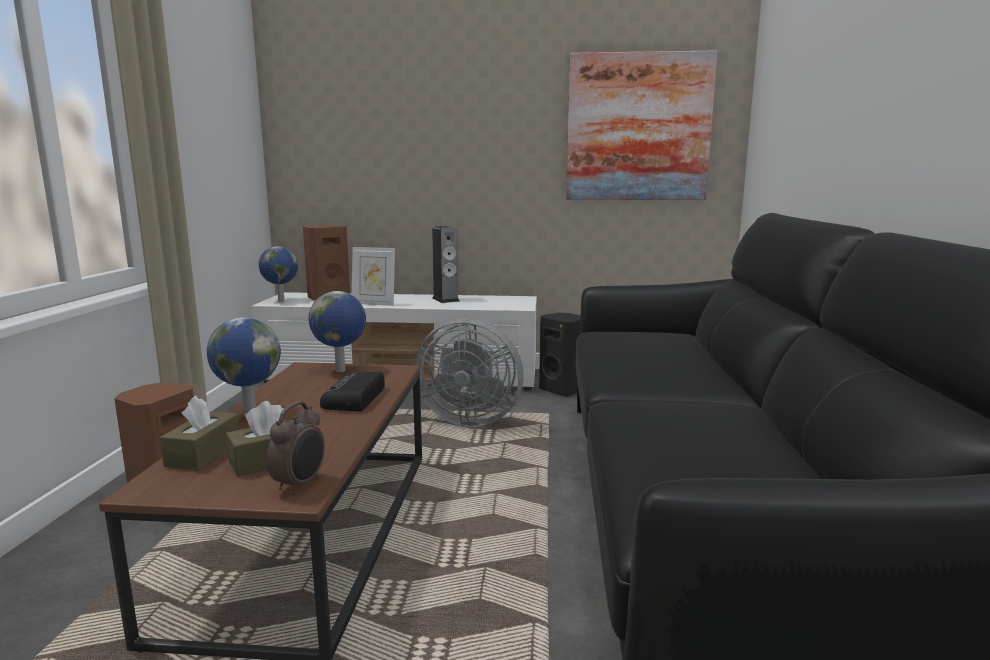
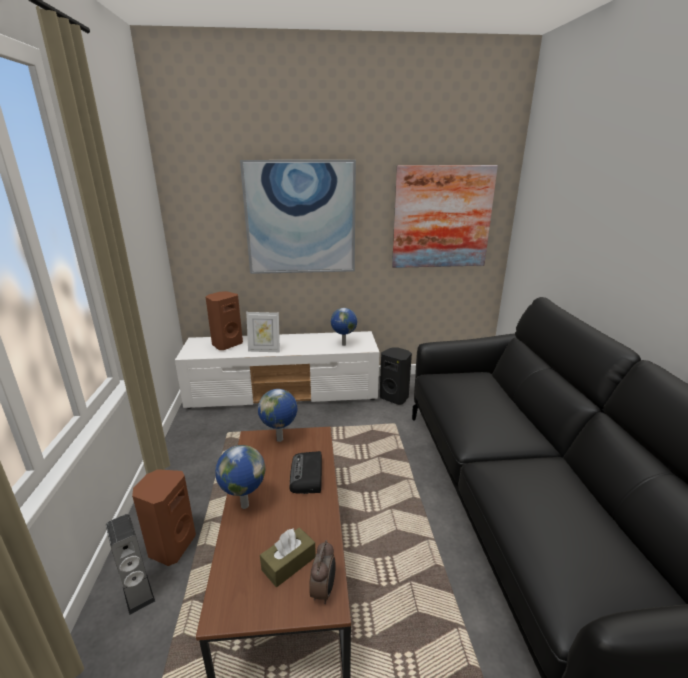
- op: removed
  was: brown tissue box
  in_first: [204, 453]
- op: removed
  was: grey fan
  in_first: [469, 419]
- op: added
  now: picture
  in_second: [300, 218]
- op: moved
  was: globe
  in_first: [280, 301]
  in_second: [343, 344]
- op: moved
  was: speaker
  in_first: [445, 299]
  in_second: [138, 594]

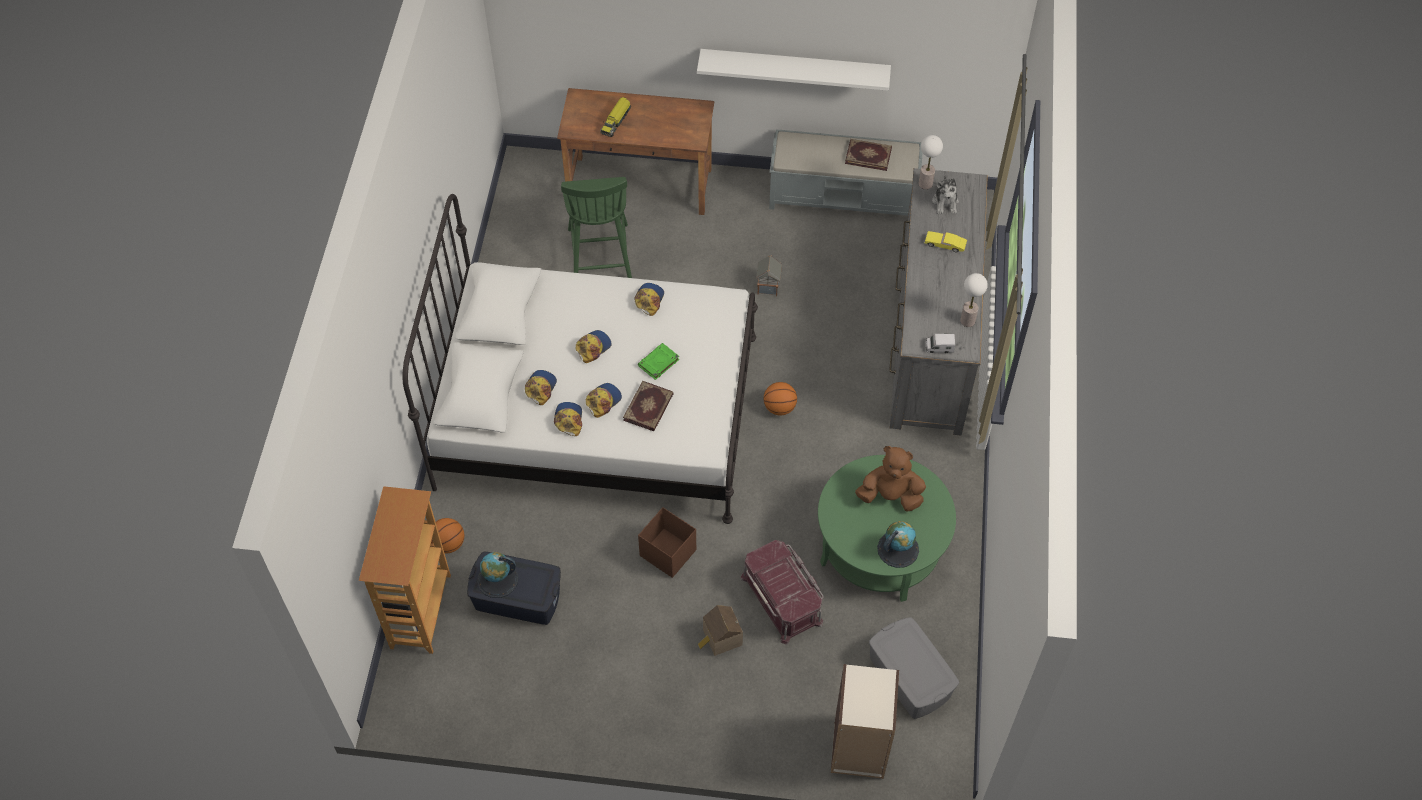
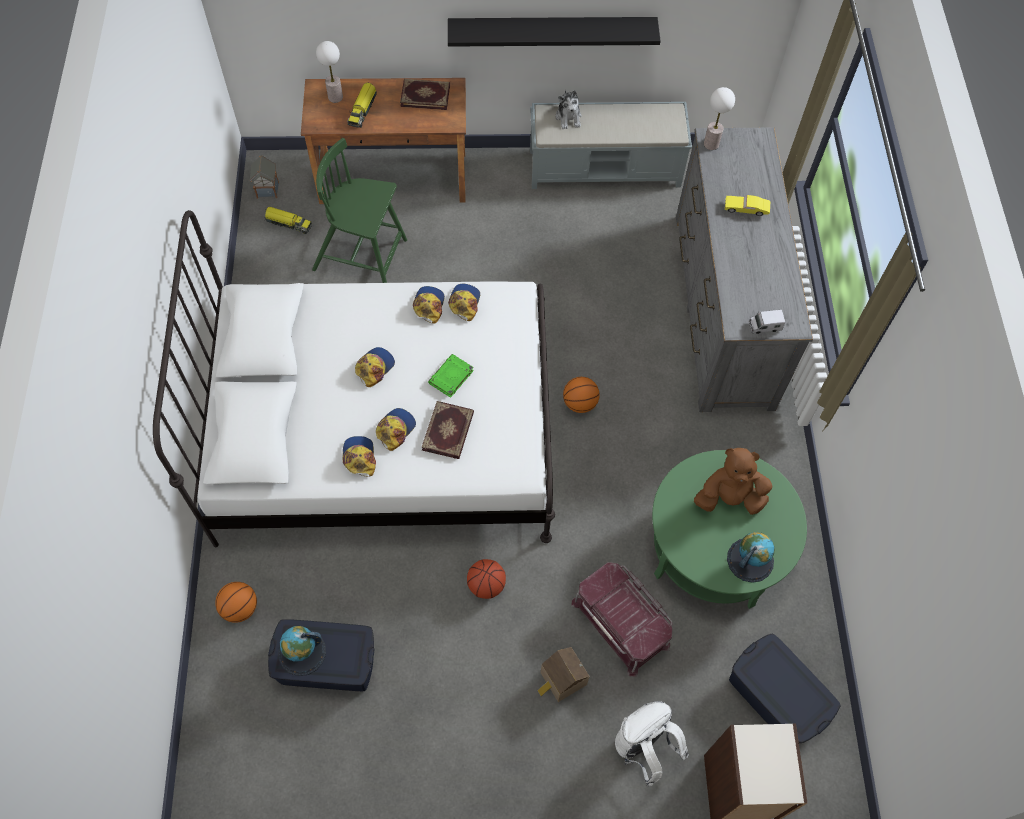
- op: removed
  was: bookcase
  in_first: [419, 611]
- op: added
  now: toy truck
  in_second: [288, 223]
- op: added
  now: white backpack
  in_second: [644, 748]
- op: moved
  was: cap
  in_first: [540, 388]
  in_second: [464, 303]
- op: moved
  was: toy house
  in_first: [768, 286]
  in_second: [267, 189]
- op: moved
  was: book
  in_first: [868, 155]
  in_second: [425, 95]
- op: moved
  was: plush toy
  in_first: [945, 202]
  in_second: [568, 117]
- op: moved
  was: table lamp
  in_first: [967, 321]
  in_second: [335, 97]
- op: replaced
  was: brown storage box
  now: basketball
  in_first: [667, 552]
  in_second: [486, 585]
- op: recoloured
  was: white shelf
  now: black shelf
  in_first: [794, 68]
  in_second: [552, 31]
- op: recoloured
  was: grey storage box
  now: blue storage box
  in_first: [909, 678]
  in_second: [775, 698]
- op: turned
  was: green chair
  in_first: [600, 253]
  in_second: [362, 255]
  clockwise: 120

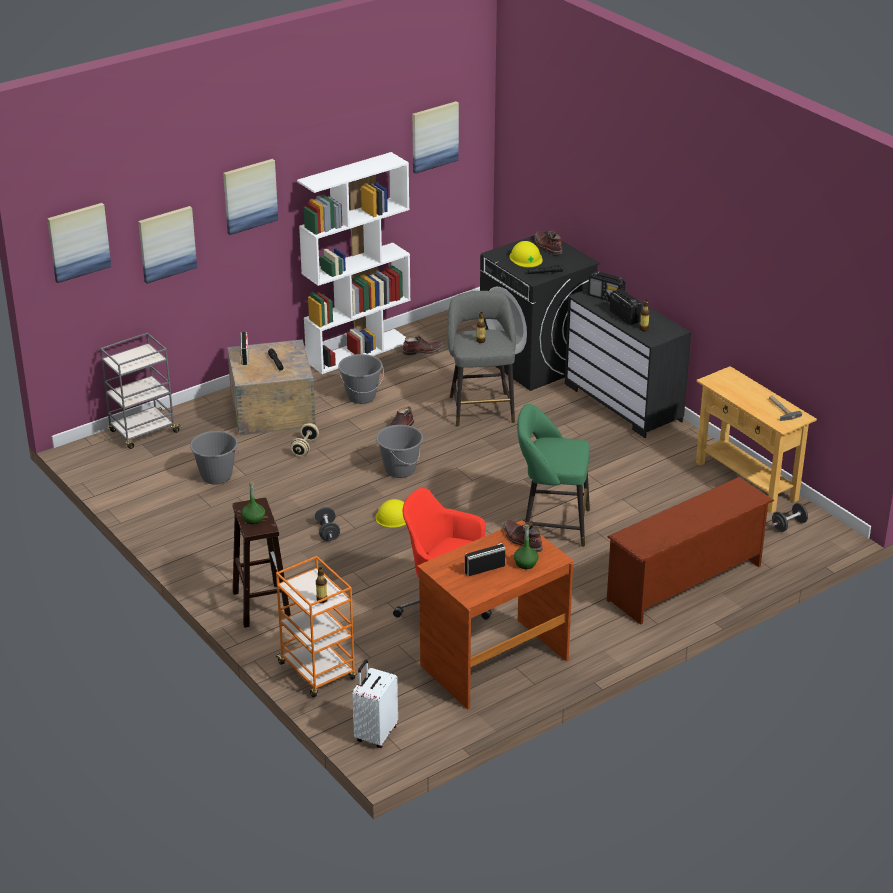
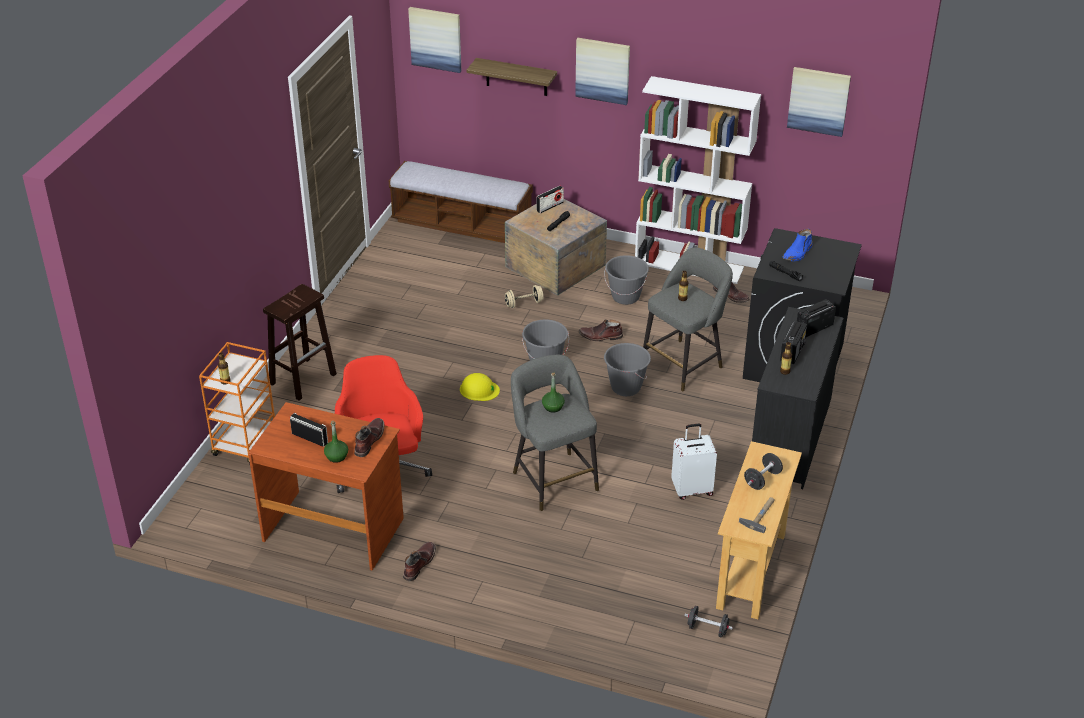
- op: removed
  was: brown shoe rack
  in_first: [686, 583]
- op: moved
  was: grey bucket
  in_first: [216, 476]
  in_second: [625, 387]
- op: moved
  was: green bottle
  in_first: [253, 519]
  in_second: [553, 407]
- op: moved
  was: black dumbbell
  in_first: [327, 532]
  in_second: [762, 479]
- op: moved
  was: white suitcase
  in_first: [375, 734]
  in_second: [692, 489]
- op: moved
  was: brown boot
  in_first: [547, 246]
  in_second: [419, 564]
- op: replaced
  was: grey cart
  now: bench
  in_first: [143, 432]
  in_second: [462, 224]
- op: replaced
  was: picture
  now: shelf
  in_first: [167, 244]
  in_second: [516, 77]
- op: replaced
  was: yellow hard hat
  now: blue boot
  in_first: [526, 258]
  in_second: [797, 253]
- op: recoloured
  was: green stool
  now: grey stool
  in_first: [551, 525]
  in_second: [553, 478]
- op: turned
  was: radio
  in_first: [606, 297]
  in_second: [814, 328]
  clockwise: 60

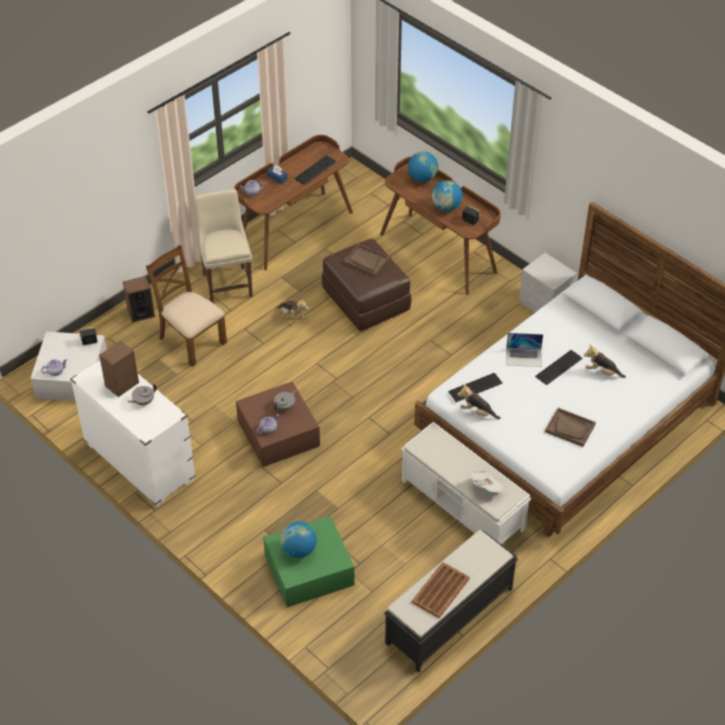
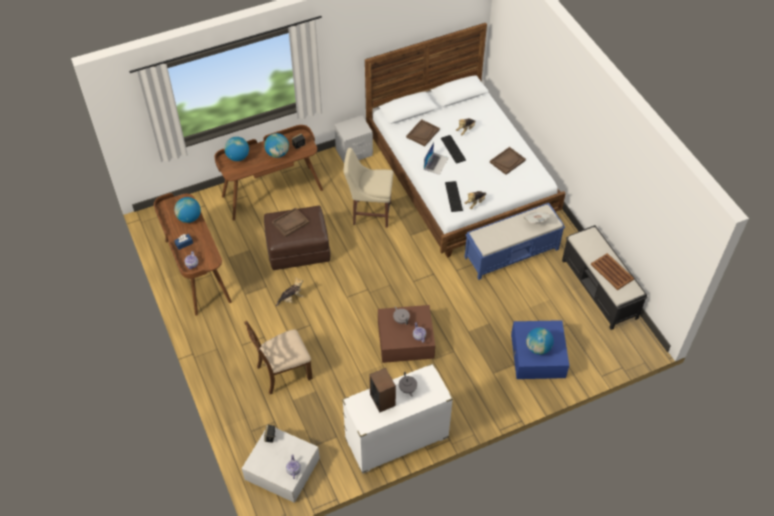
- op: removed
  was: speaker
  in_first: [141, 313]
- op: added
  now: brown tray
  in_second: [423, 133]
- op: moved
  was: beige chair
  in_first: [227, 283]
  in_second: [369, 213]
- op: replaced
  was: keyboard
  now: globe
  in_first: [314, 170]
  in_second: [189, 218]
- op: recoloured
  was: green storage box
  now: blue storage box
  in_first: [309, 570]
  in_second: [538, 355]
- op: recoloured
  was: white bench
  now: blue bench
  in_first: [463, 505]
  in_second: [512, 253]

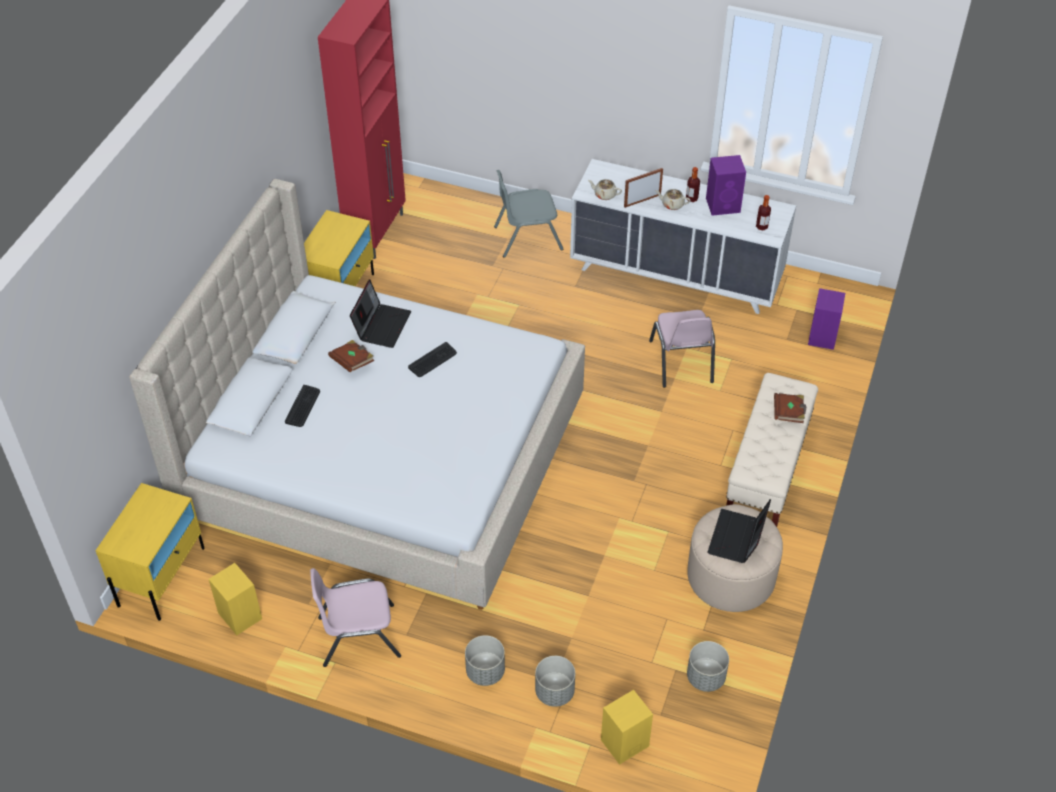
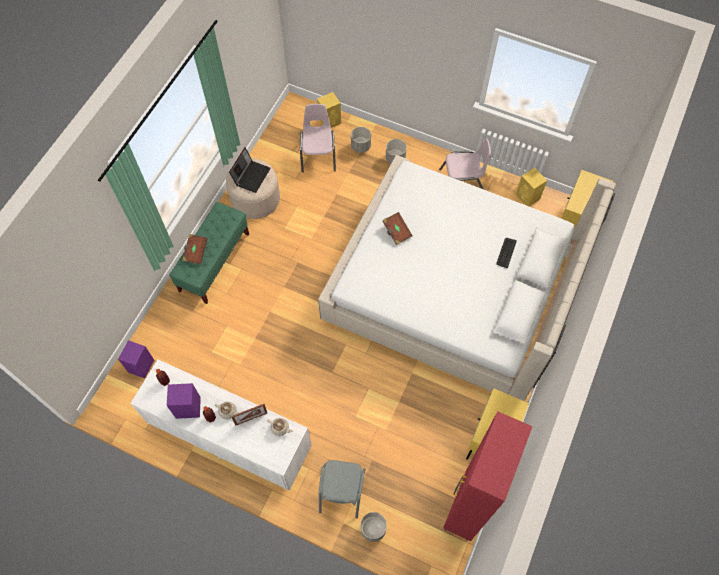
- op: removed
  was: laptop
  in_first: [382, 325]
- op: removed
  was: keyboard
  in_first: [433, 360]
- op: moved
  was: brown book
  in_first: [352, 362]
  in_second: [396, 232]
- op: moved
  was: pink chair
  in_first: [681, 362]
  in_second: [318, 155]
- op: moved
  was: grey planter
  in_first: [705, 677]
  in_second: [373, 529]
- op: recoloured
  was: beige bench
  now: green bench
  in_first: [767, 471]
  in_second: [214, 262]
- op: turned
  was: grey chair
  in_first: [527, 237]
  in_second: [341, 490]
  clockwise: 105

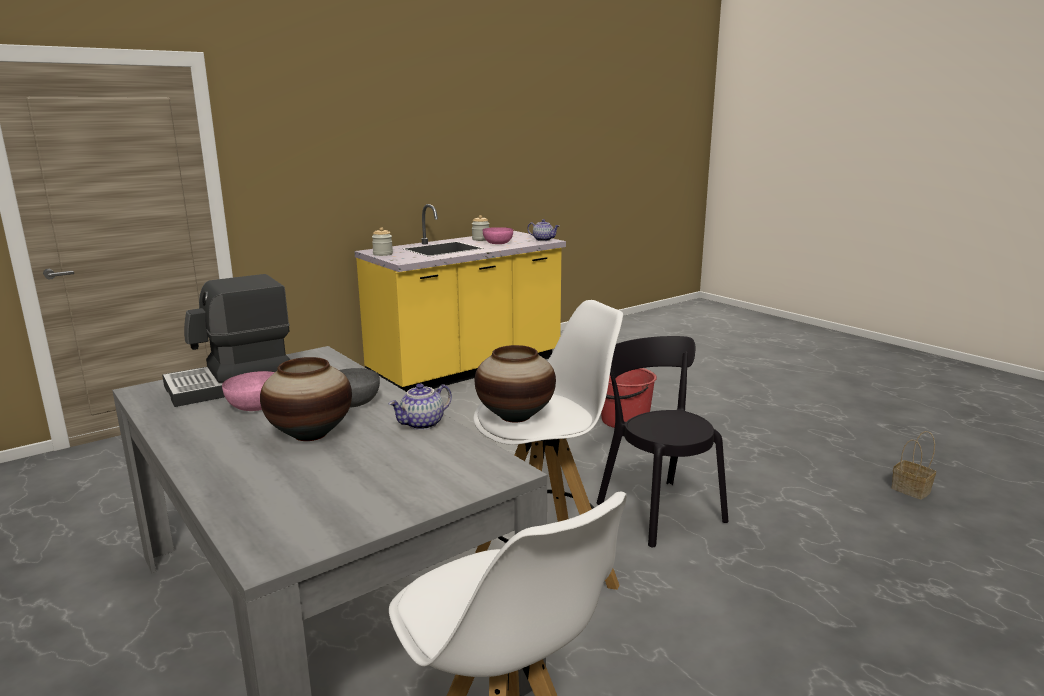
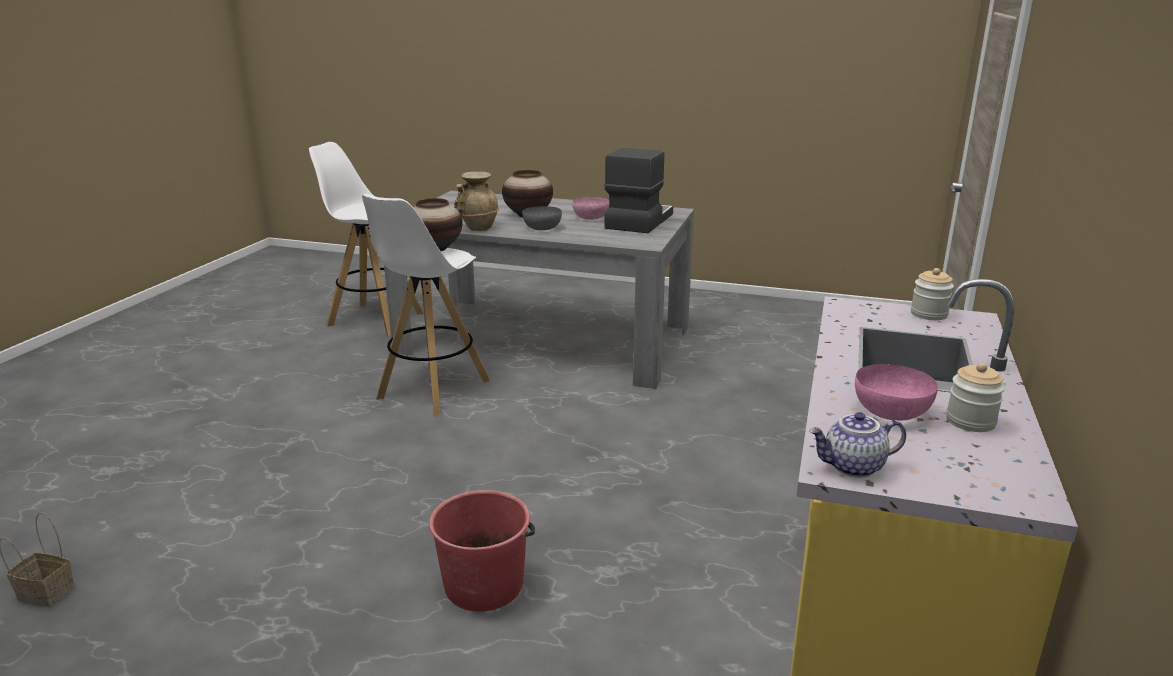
- op: removed
  was: black chair
  in_first: [657, 509]
- op: replaced
  was: teapot
  now: beige vase
  in_first: [422, 424]
  in_second: [478, 228]

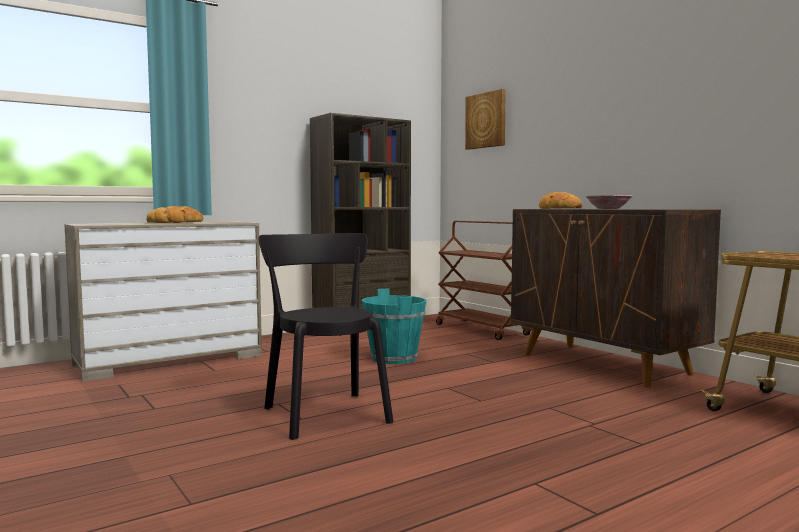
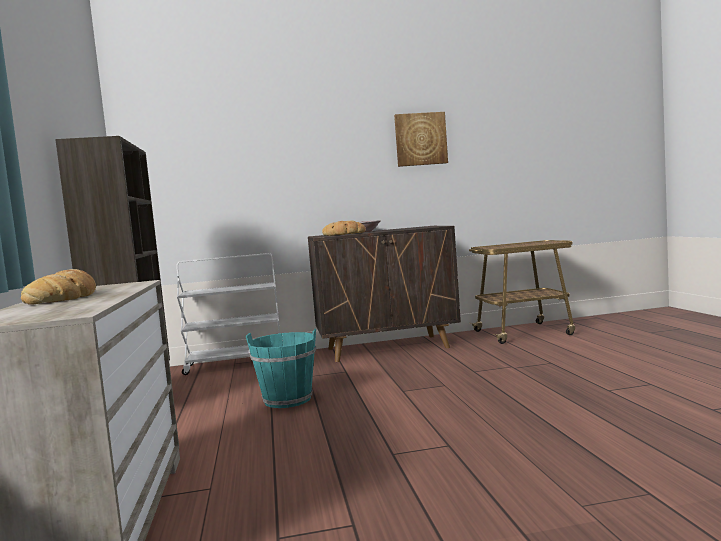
- op: removed
  was: black chair
  in_first: [325, 413]
- op: moved
  was: picture
  in_first: [486, 120]
  in_second: [420, 139]
- op: recoloured
  was: brown cart
  now: white cart
  in_first: [482, 330]
  in_second: [236, 364]

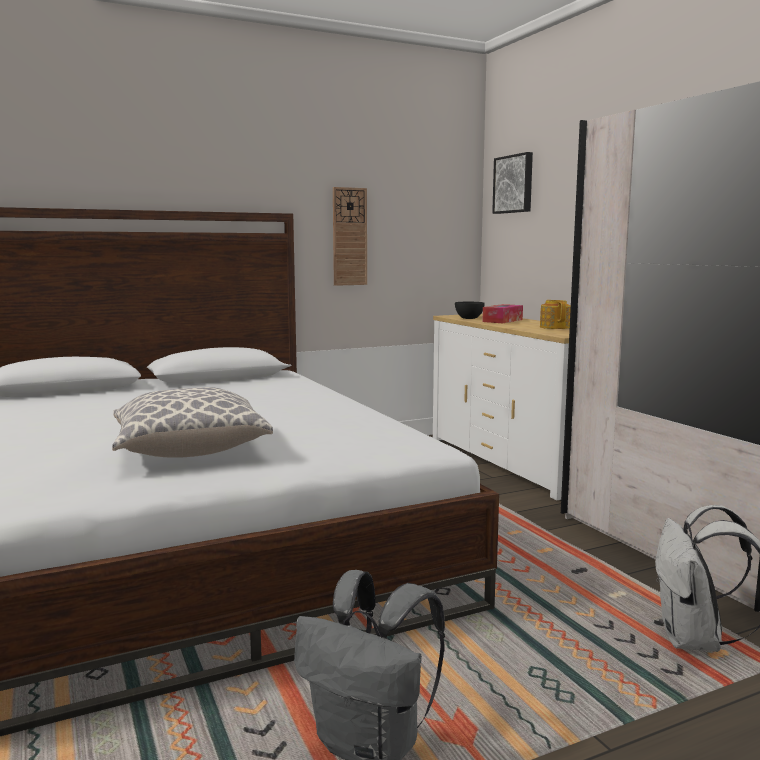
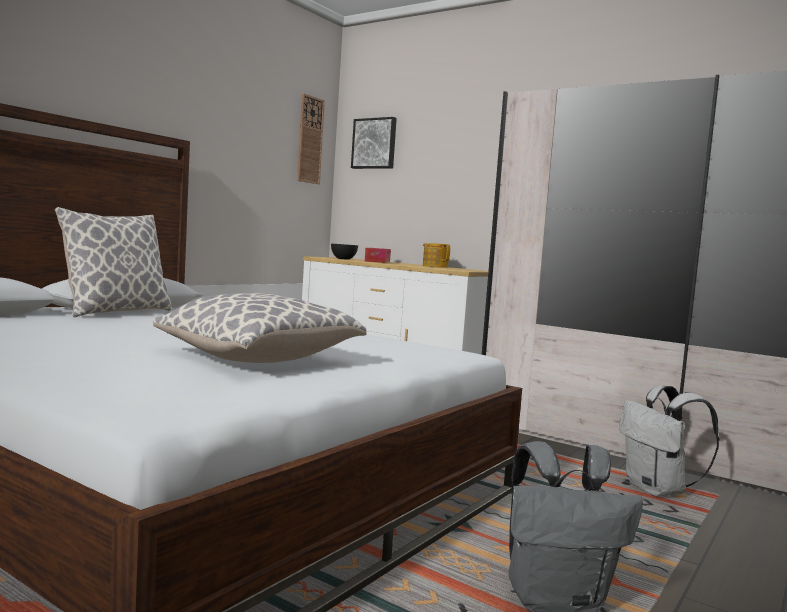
- op: added
  now: pillow
  in_second: [116, 312]
- op: moved
  was: wall clock
  in_first: [349, 237]
  in_second: [310, 140]

